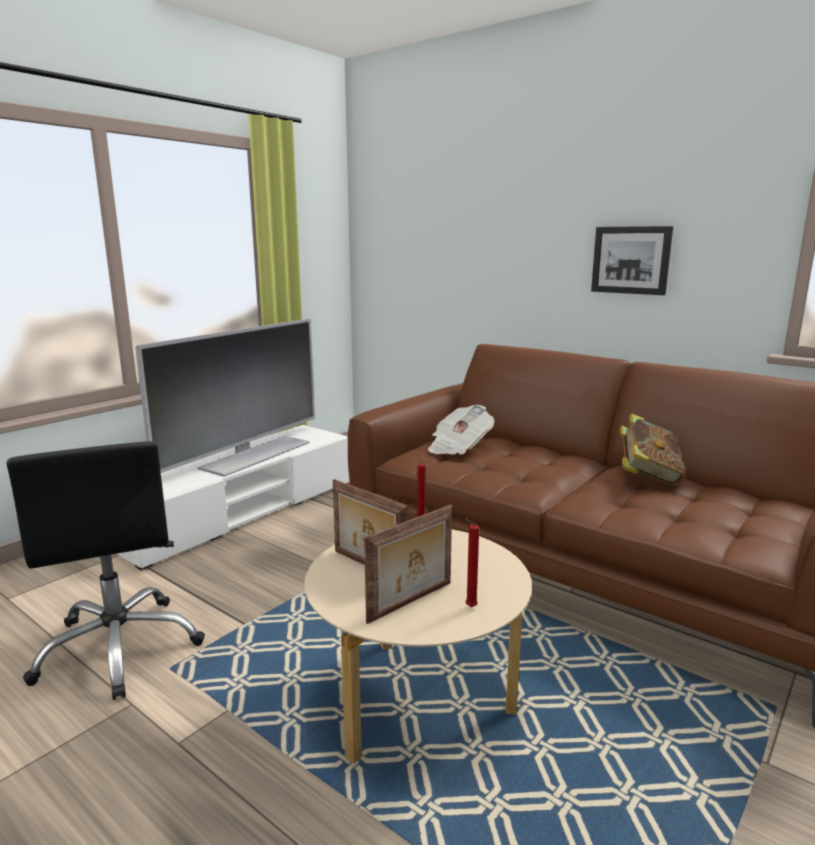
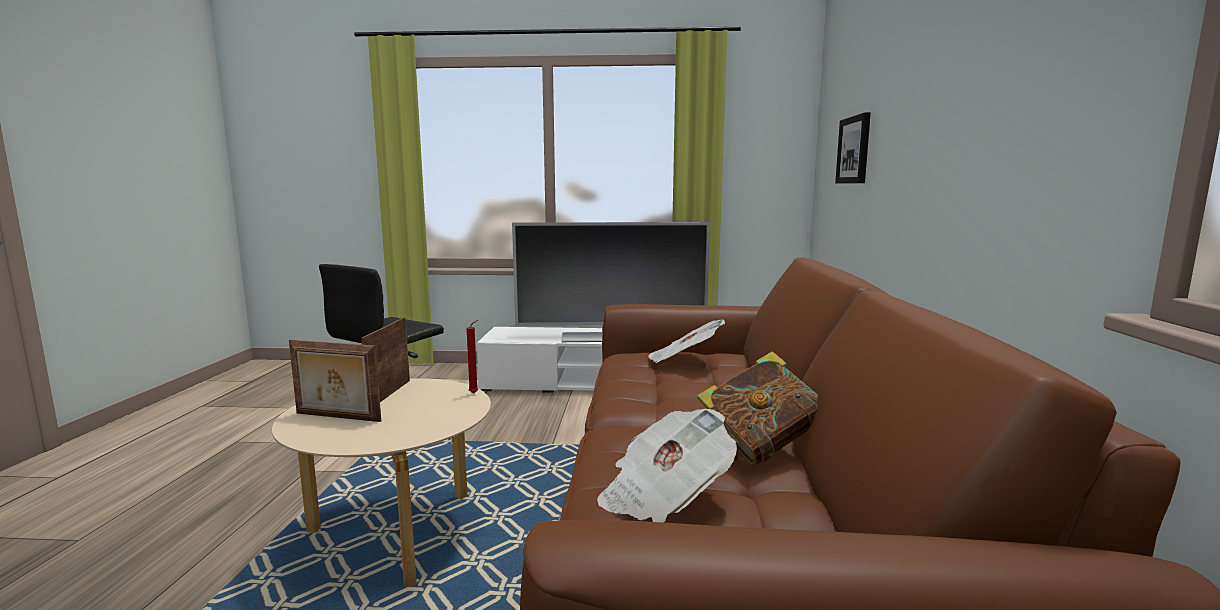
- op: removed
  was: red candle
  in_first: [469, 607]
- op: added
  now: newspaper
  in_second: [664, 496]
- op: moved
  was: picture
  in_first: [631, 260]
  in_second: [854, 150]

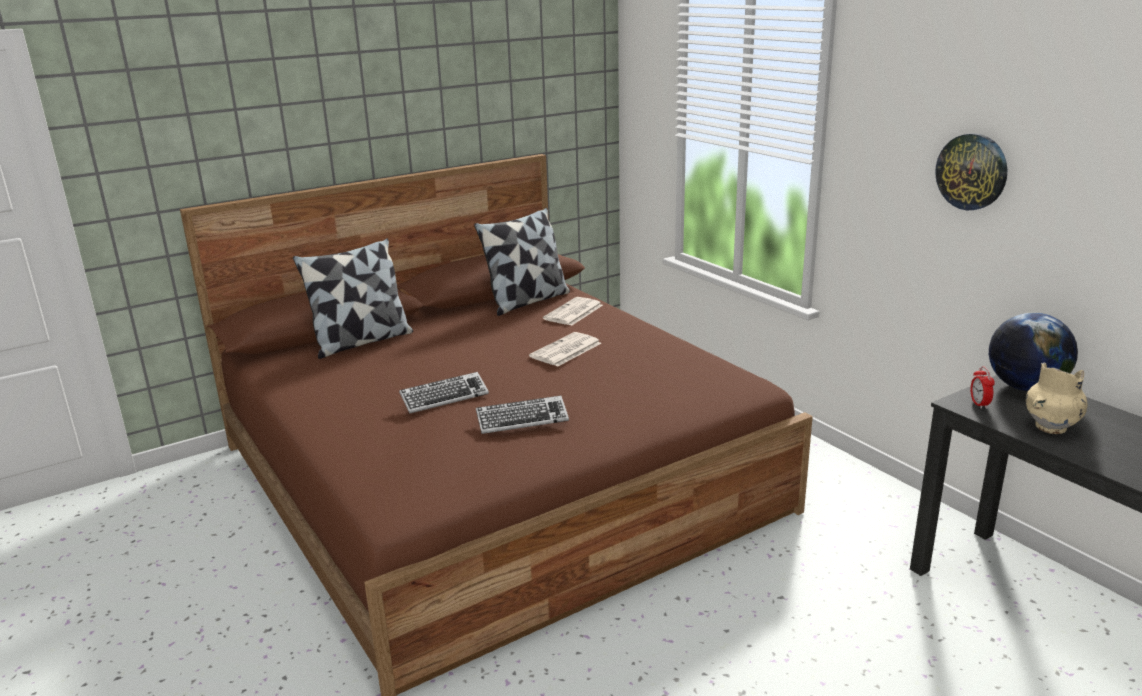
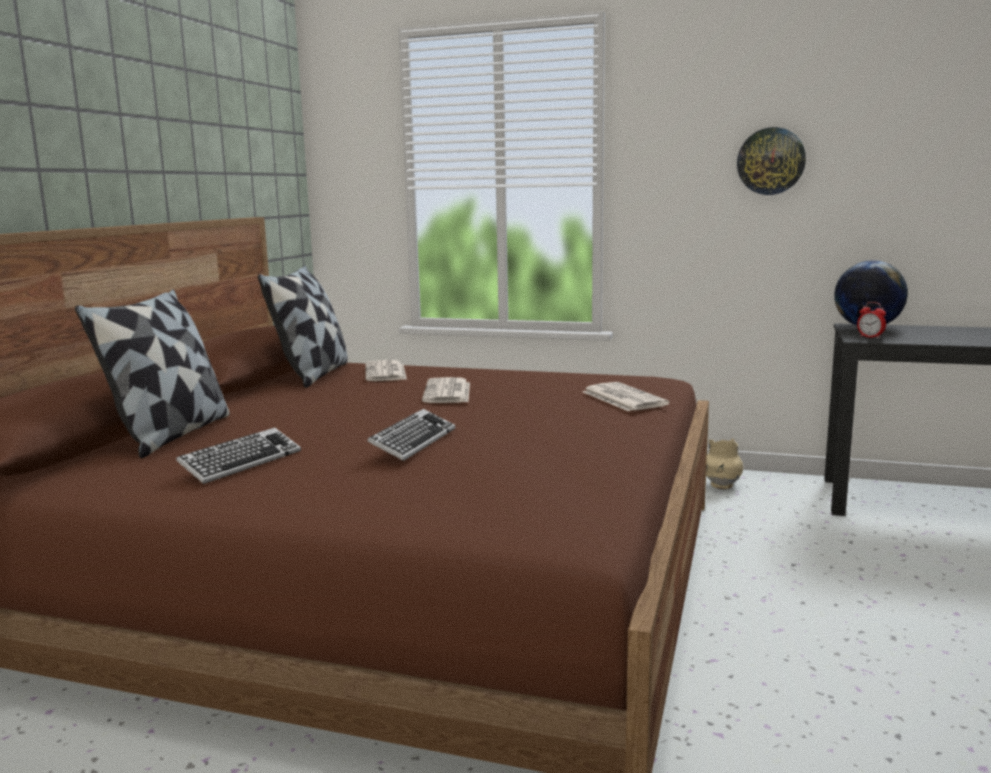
- op: added
  now: newspaper
  in_second: [622, 398]
- op: moved
  was: keyboard
  in_first: [522, 420]
  in_second: [241, 462]
- op: moved
  was: beige vase
  in_first: [1051, 427]
  in_second: [721, 485]

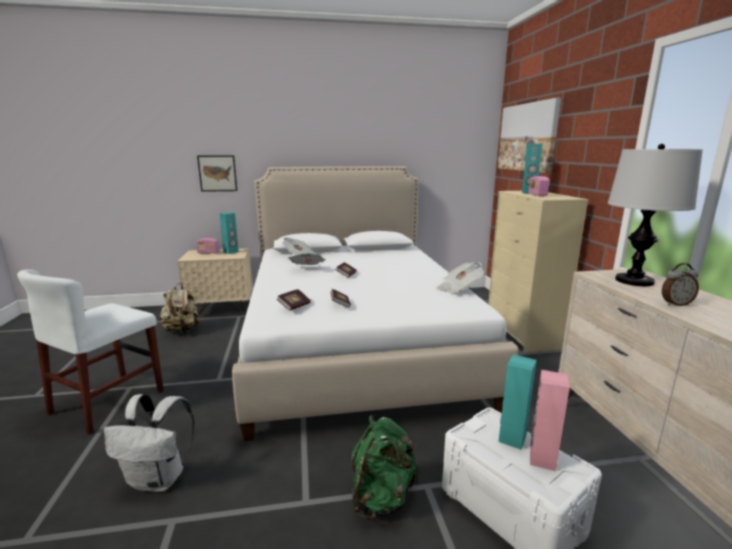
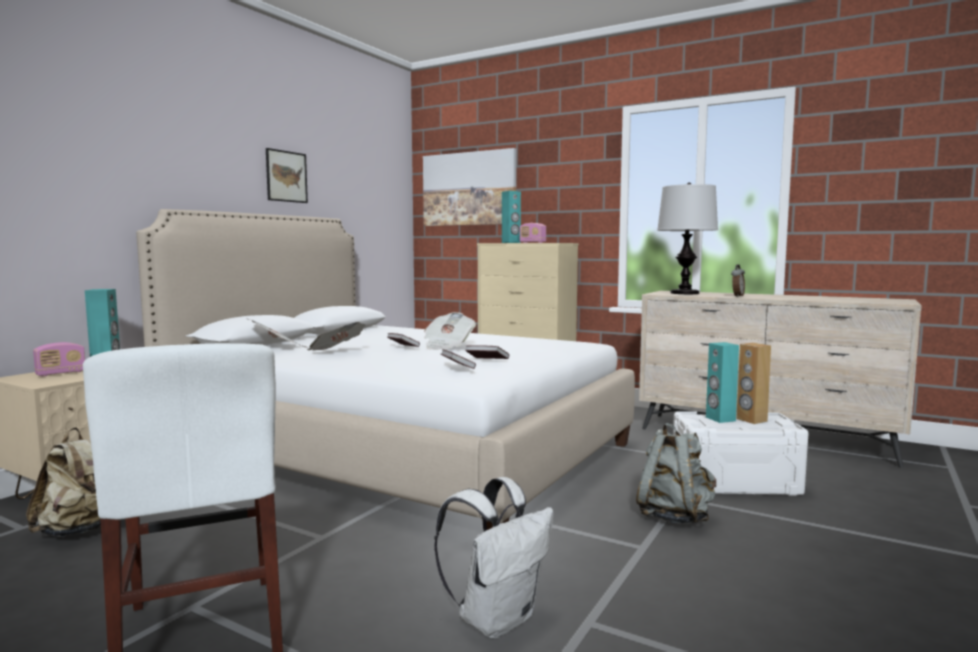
- op: moved
  was: picture
  in_first: [217, 173]
  in_second: [286, 176]
- op: moved
  was: newspaper
  in_first: [459, 289]
  in_second: [447, 346]
- op: recoloured
  was: green backpack
  now: grey backpack
  in_first: [382, 497]
  in_second: [674, 516]
- op: recoloured
  was: pink speaker
  now: brown speaker
  in_first: [541, 459]
  in_second: [751, 420]

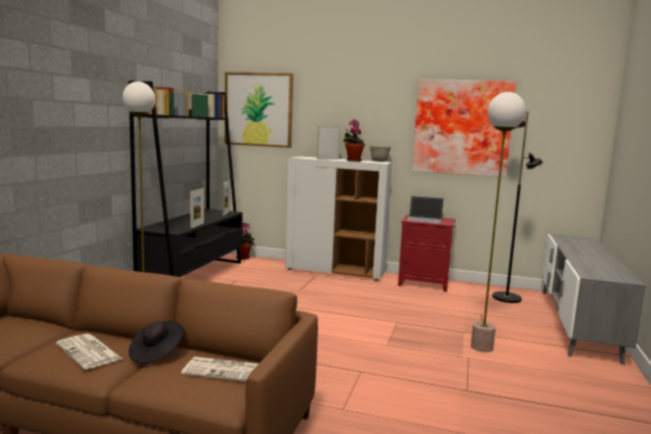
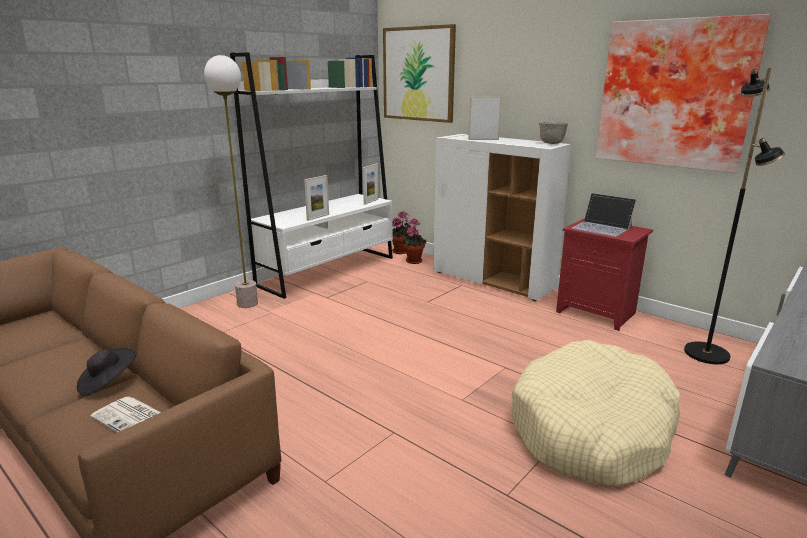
- op: removed
  was: newspaper
  in_first: [89, 352]
- op: moved
  was: potted plant
  in_first: [353, 160]
  in_second: [413, 260]
- op: replaced
  was: floor lamp
  now: beige dog bed
  in_first: [481, 347]
  in_second: [591, 429]
- op: recoloured
  was: black bookcase
  now: white bookcase
  in_first: [193, 276]
  in_second: [328, 271]

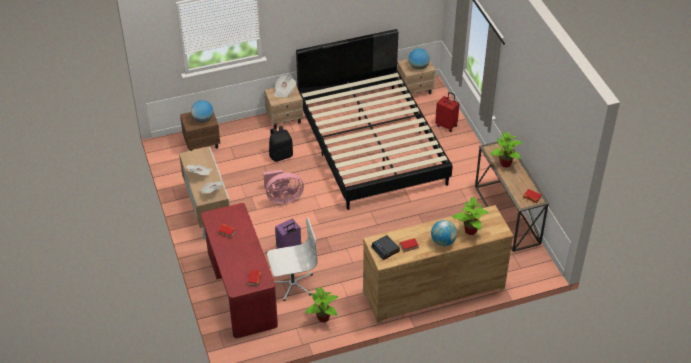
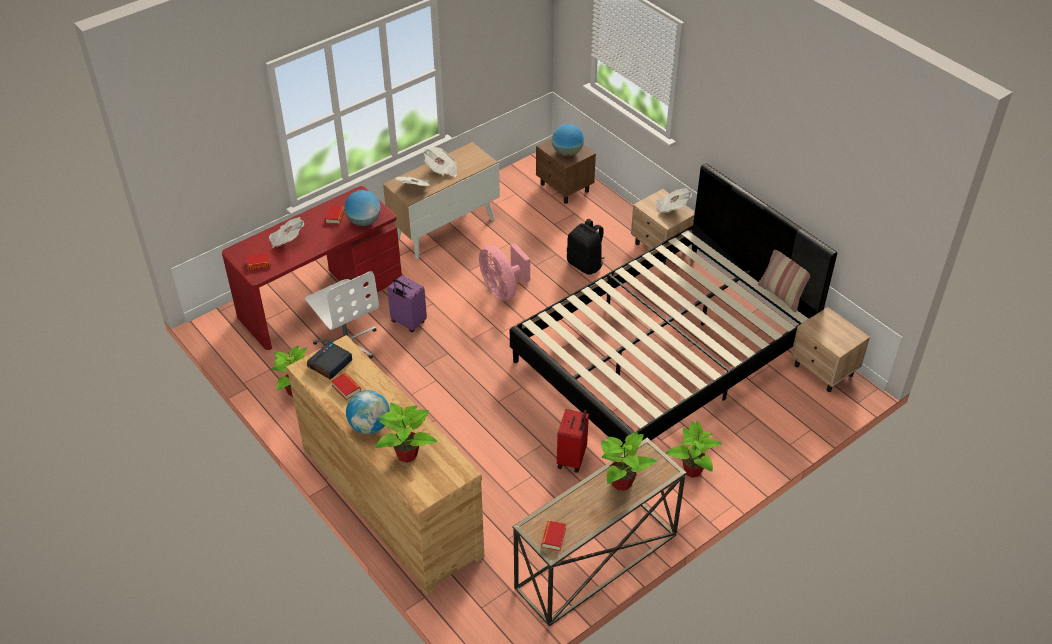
- op: added
  now: newspaper
  in_second: [287, 240]
- op: added
  now: potted plant
  in_second: [692, 470]
- op: added
  now: pillow
  in_second: [781, 295]
- op: moved
  was: globe
  in_first: [418, 67]
  in_second: [364, 221]
- op: moved
  was: red suitcase
  in_first: [446, 125]
  in_second: [572, 459]

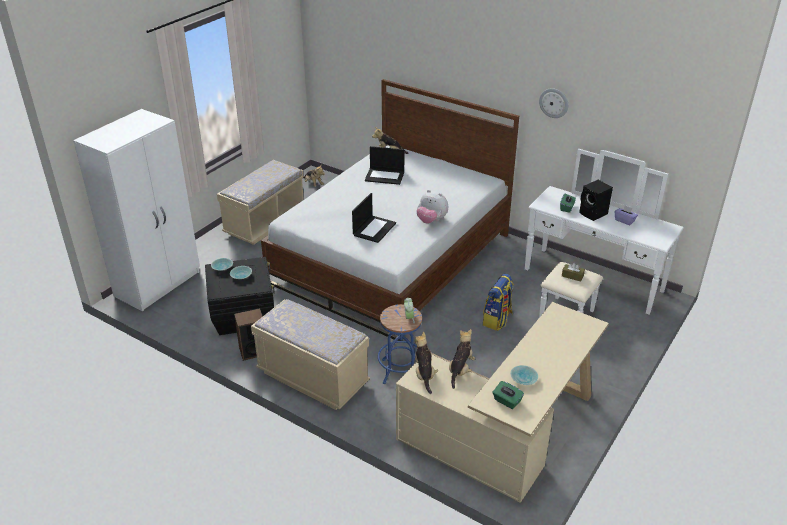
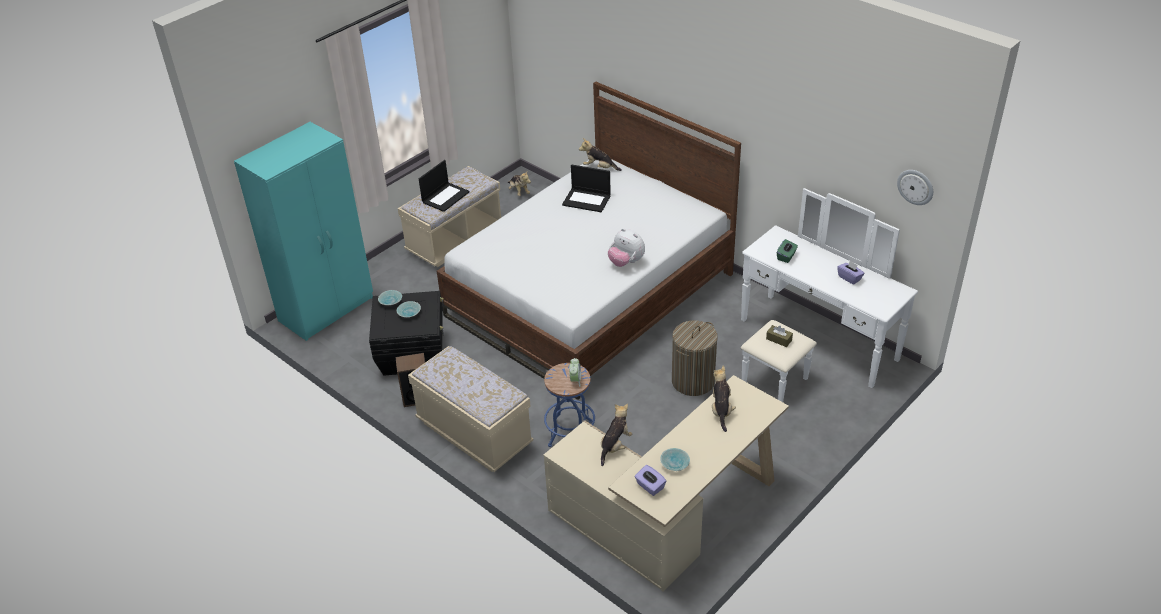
- op: removed
  was: black speaker
  in_first: [593, 214]
- op: moved
  was: laptop
  in_first: [374, 229]
  in_second: [445, 197]
- op: moved
  was: plush toy
  in_first: [424, 374]
  in_second: [721, 410]
- op: moved
  was: wall clock
  in_first: [554, 103]
  in_second: [915, 186]
- op: replaced
  was: backpack
  now: laundry basket
  in_first: [497, 320]
  in_second: [693, 381]
- op: recoloured
  was: white wardrobe
  now: turquoise wardrobe
  in_first: [159, 284]
  in_second: [327, 309]
- op: recoloured
  was: green tissue box
  now: purple tissue box
  in_first: [506, 401]
  in_second: [650, 486]

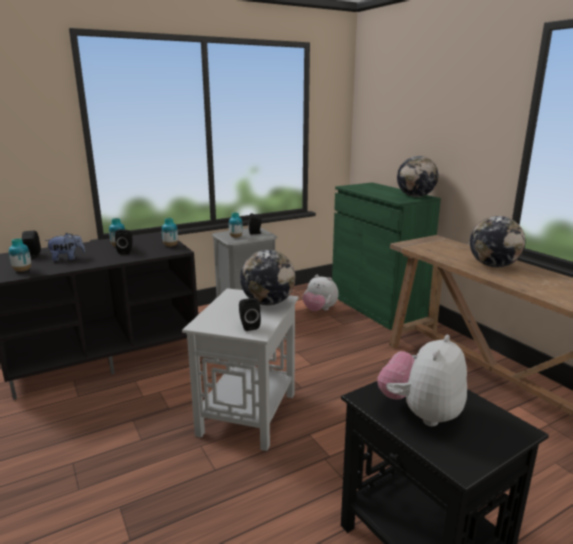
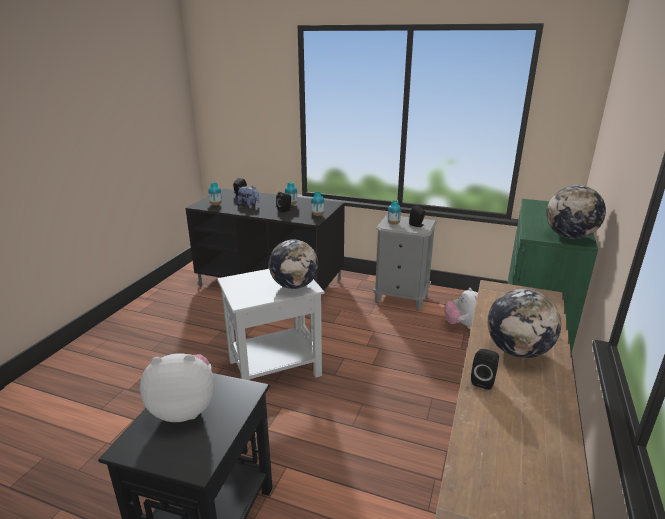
- op: moved
  was: black speaker
  in_first: [248, 326]
  in_second: [483, 381]

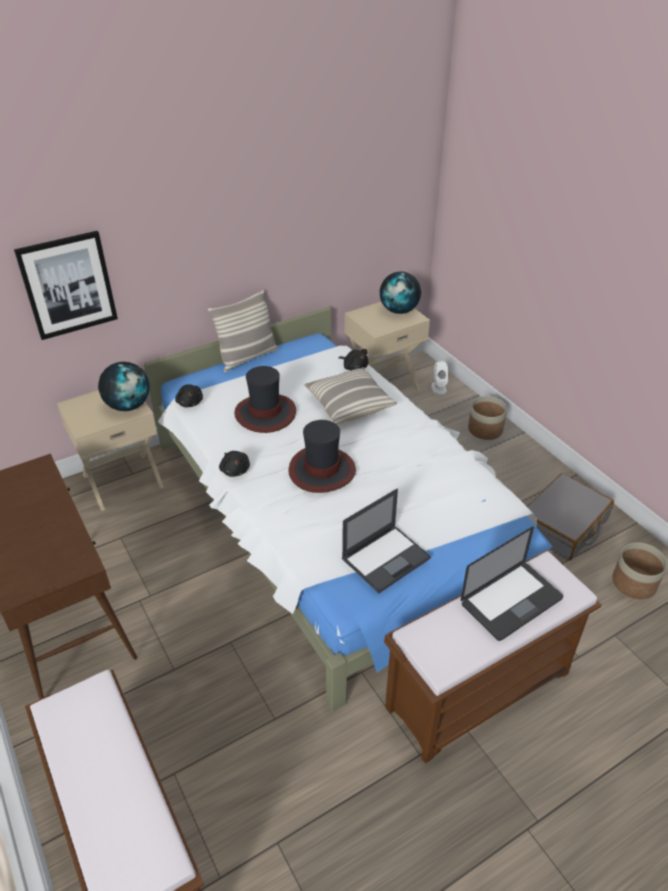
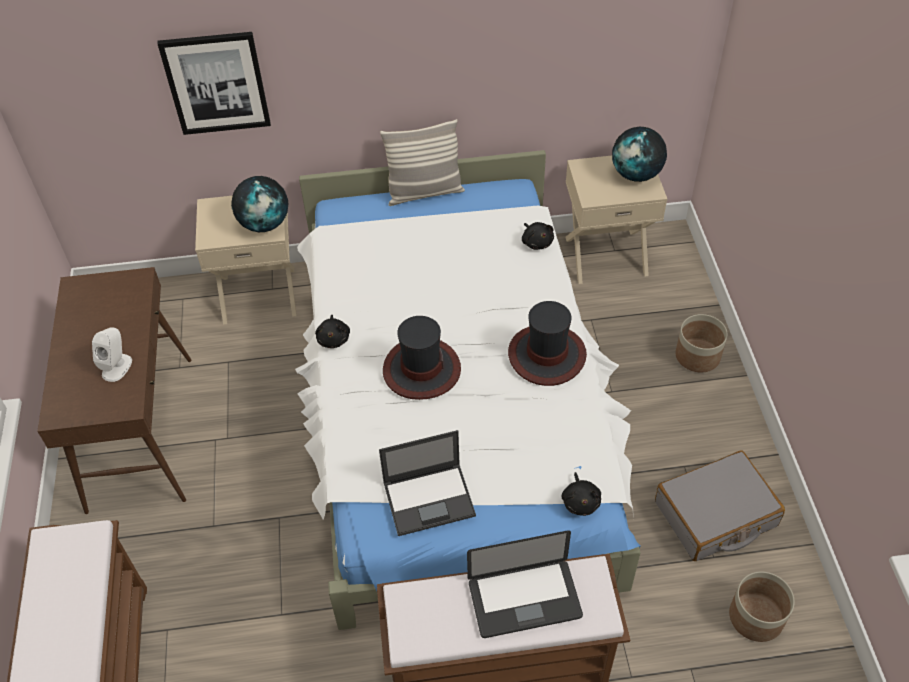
- op: removed
  was: pillow
  in_first: [349, 405]
- op: moved
  was: black plush toy
  in_first: [190, 402]
  in_second: [580, 501]
- op: moved
  was: hat
  in_first: [265, 413]
  in_second: [547, 355]
- op: moved
  was: white speaker
  in_first: [438, 388]
  in_second: [117, 367]

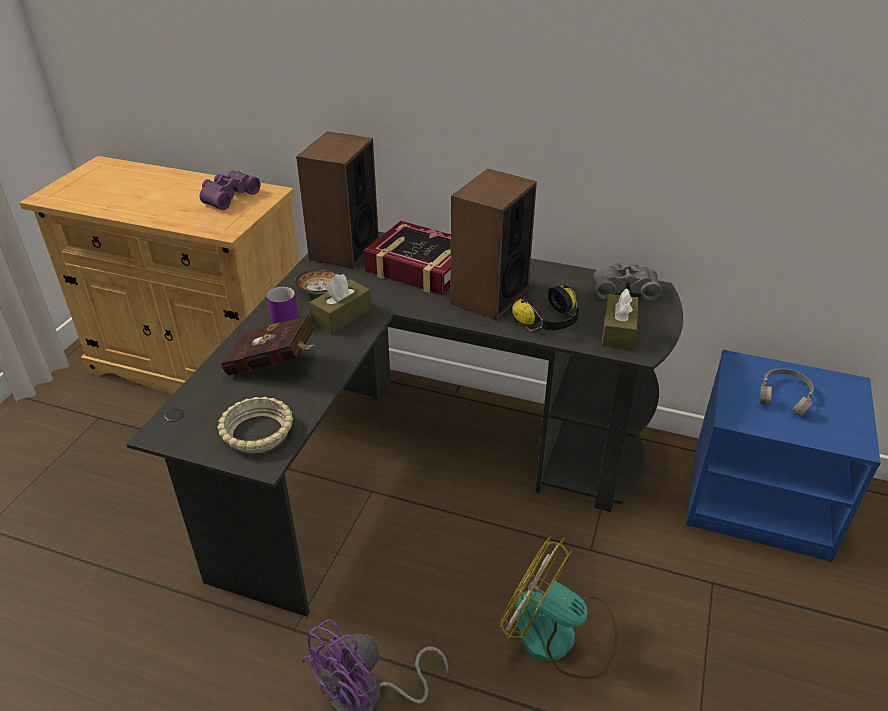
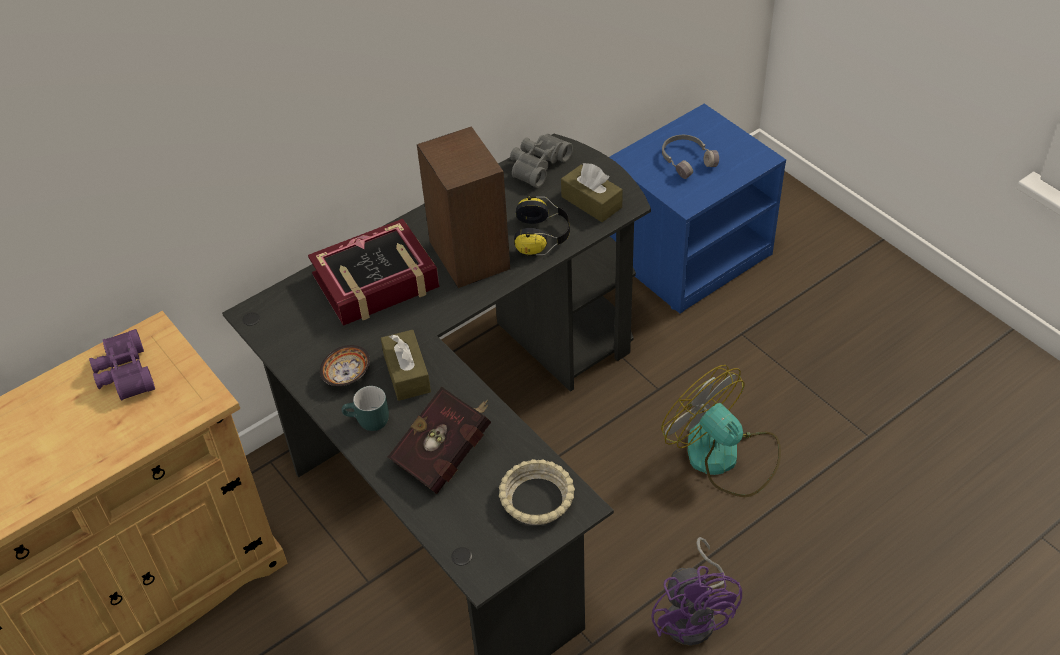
- op: removed
  was: speaker
  in_first: [344, 249]
- op: recoloured
  was: purple mug
  now: turquoise mug
  in_first: [280, 317]
  in_second: [368, 422]
- op: turned
  was: fan
  in_first: [559, 636]
  in_second: [723, 457]
  clockwise: 75

